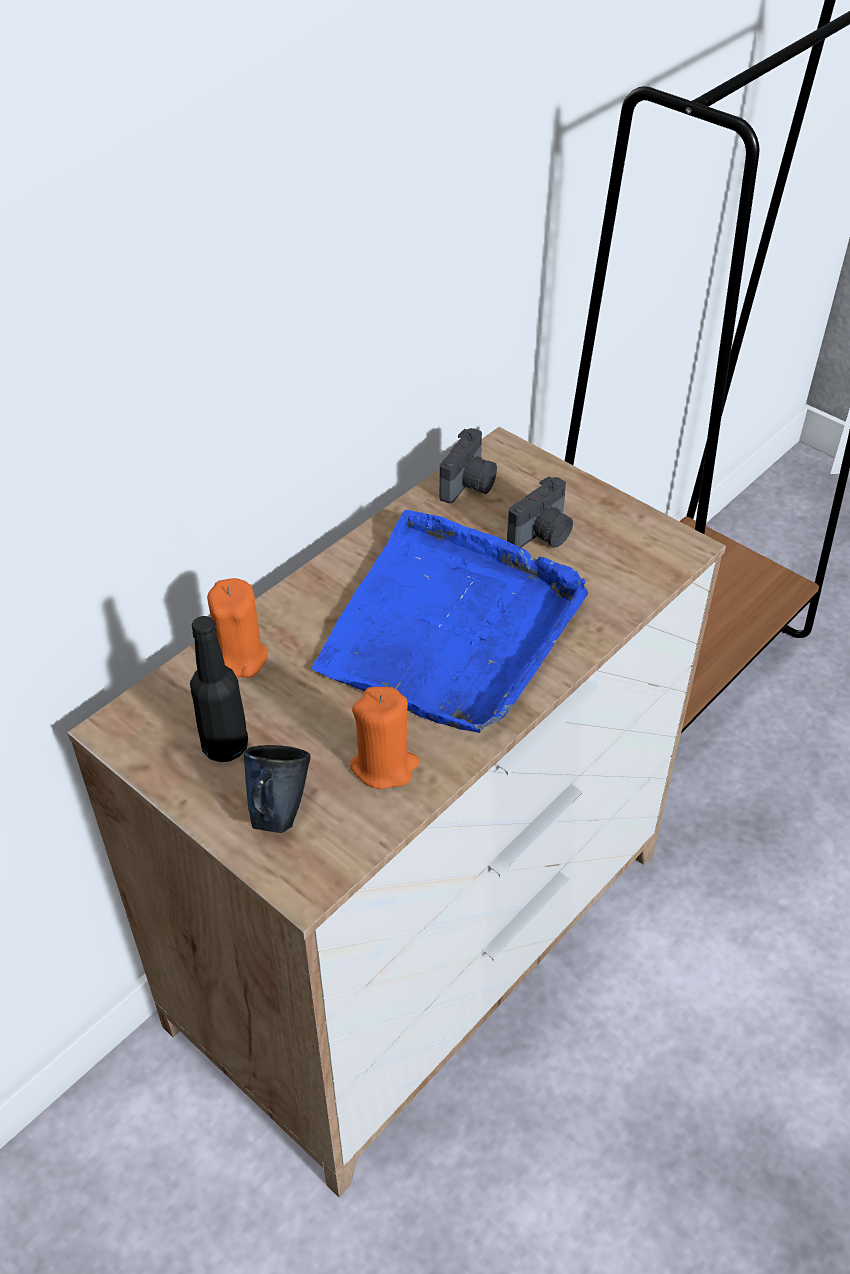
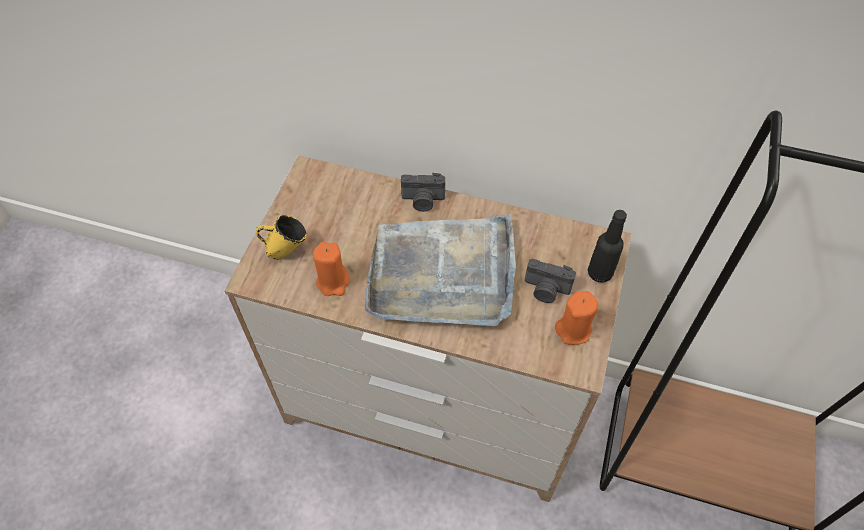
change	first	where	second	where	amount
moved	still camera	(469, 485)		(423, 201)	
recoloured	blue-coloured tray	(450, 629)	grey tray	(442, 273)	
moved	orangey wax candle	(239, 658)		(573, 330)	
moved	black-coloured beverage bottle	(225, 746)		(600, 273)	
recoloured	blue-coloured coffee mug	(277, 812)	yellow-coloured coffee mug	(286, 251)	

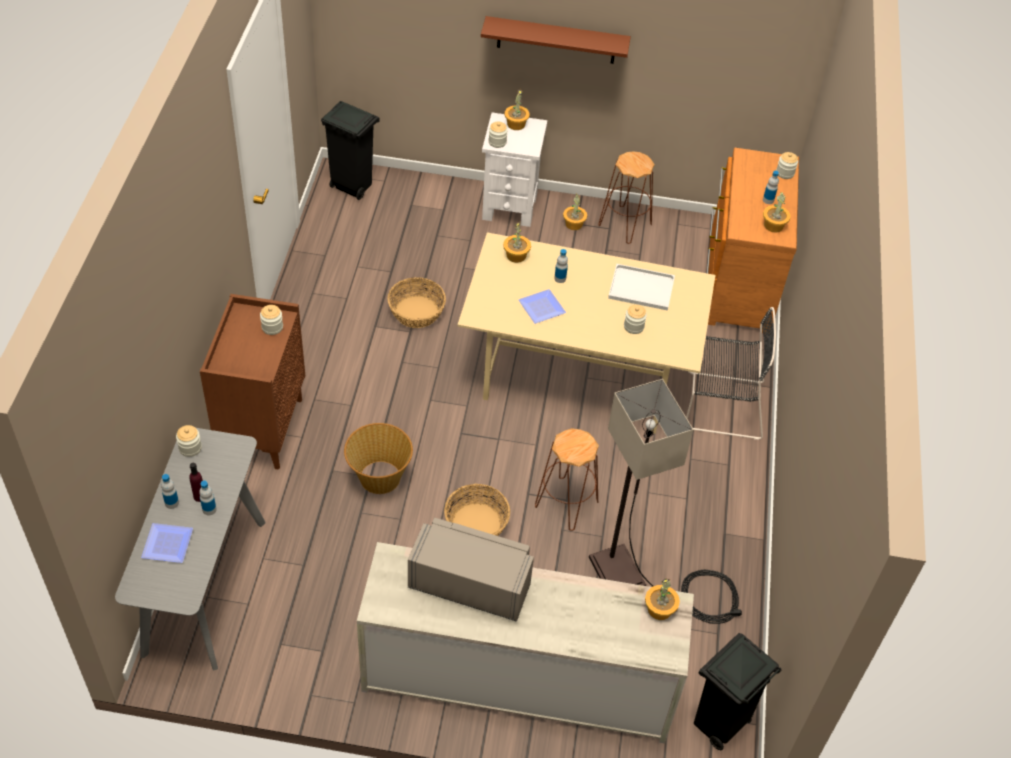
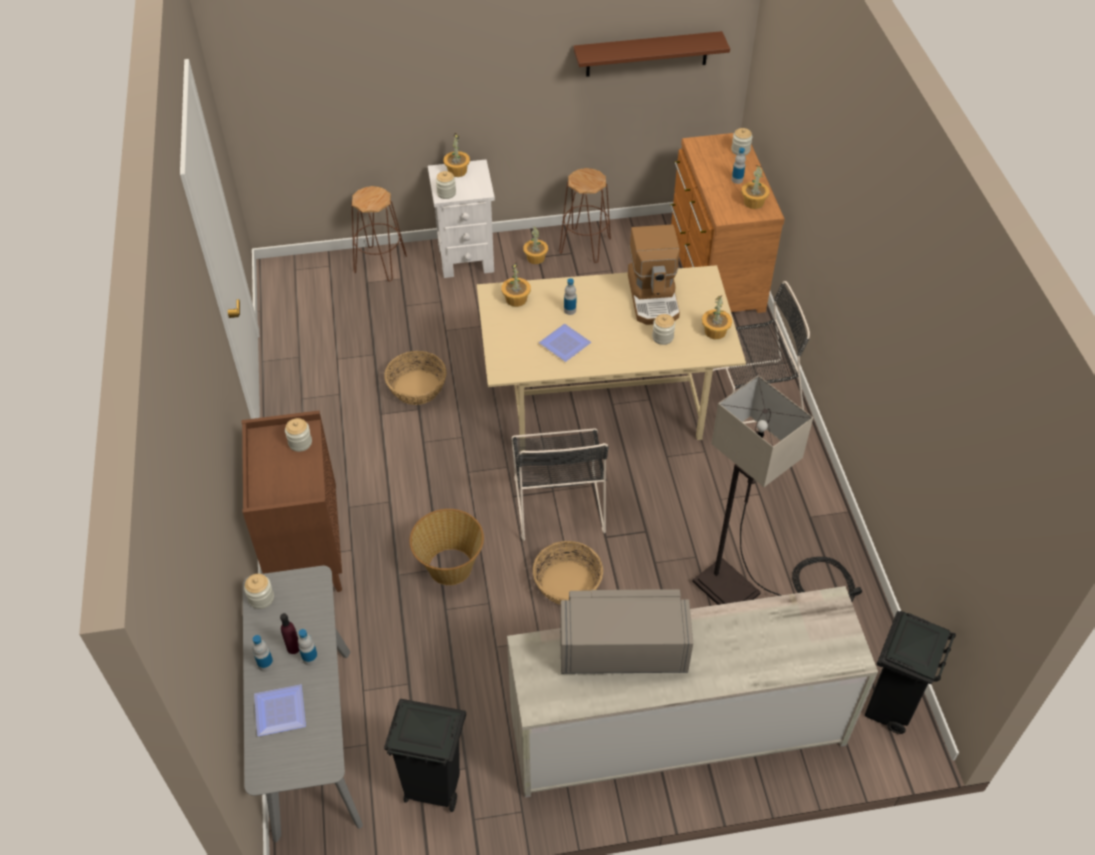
change	first	where	second	where	amount
moved	brown bracket shelf	(556, 40)		(647, 54)	
moved	black-coloured waste bin	(351, 187)		(433, 788)	
replaced	white tray	(642, 288)	coffee maker	(654, 297)	
moved	brown stool	(566, 504)		(380, 264)	
moved	plant in a pot	(660, 609)		(715, 331)	
added			black-coloured plain chair	(558, 500)	

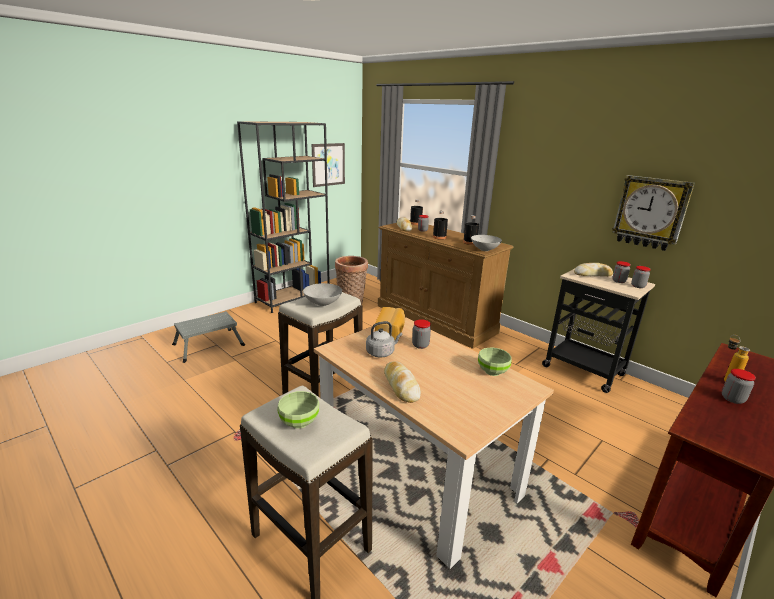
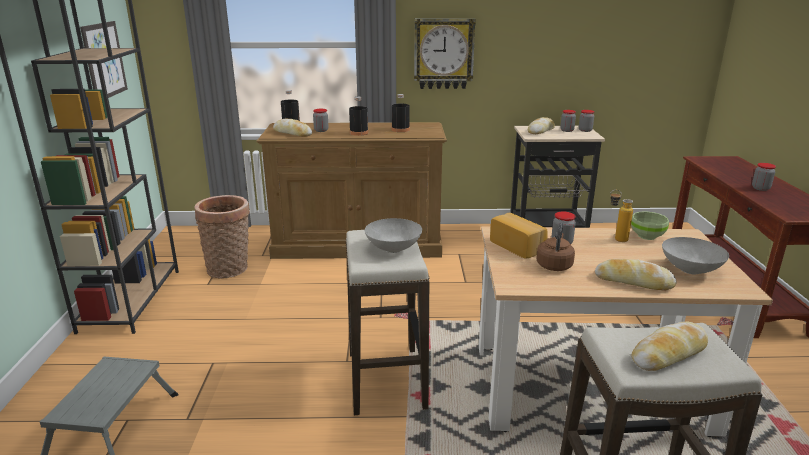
change	first	where	second	where	amount
moved	hanging clock	(650, 212)		(443, 54)	
moved	grey serving bowl	(484, 249)		(690, 270)	
recoloured	grey tea kettle	(381, 352)	brown tea kettle	(554, 265)	
moved	beverage bottle	(725, 379)		(615, 239)	
replaced	green serving bowl	(298, 422)	bread	(668, 354)	

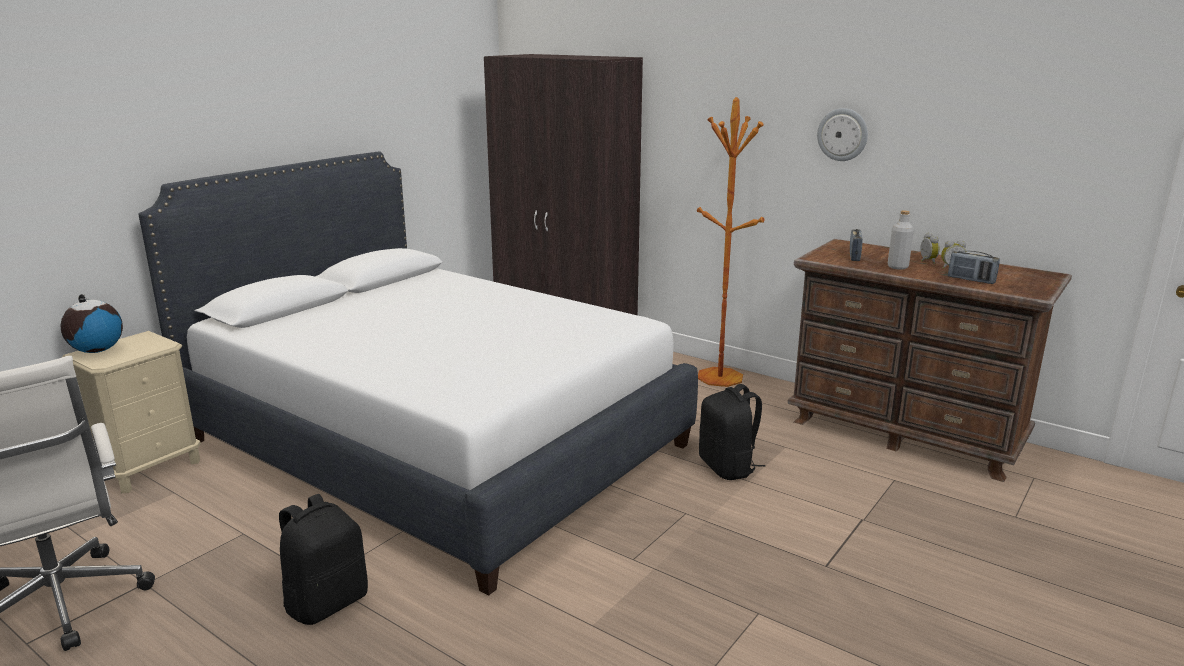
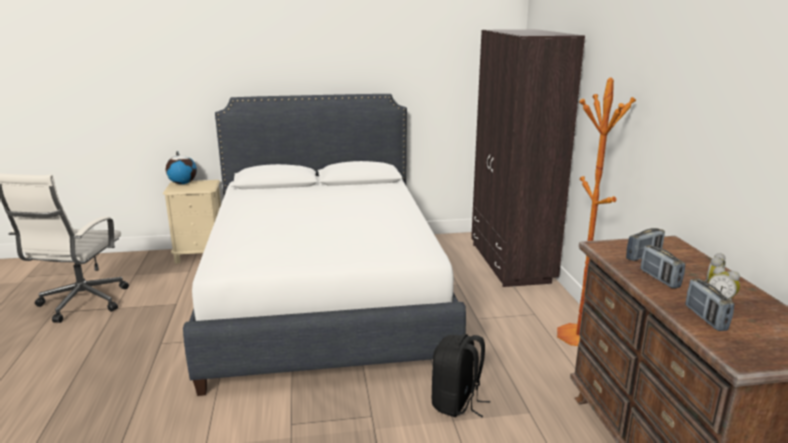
change	first	where	second	where	amount
removed	hanging clock	(842, 134)			
replaced	grey beverage bottle	(897, 267)	radio	(659, 279)	
removed	black-coloured backpack	(327, 602)			

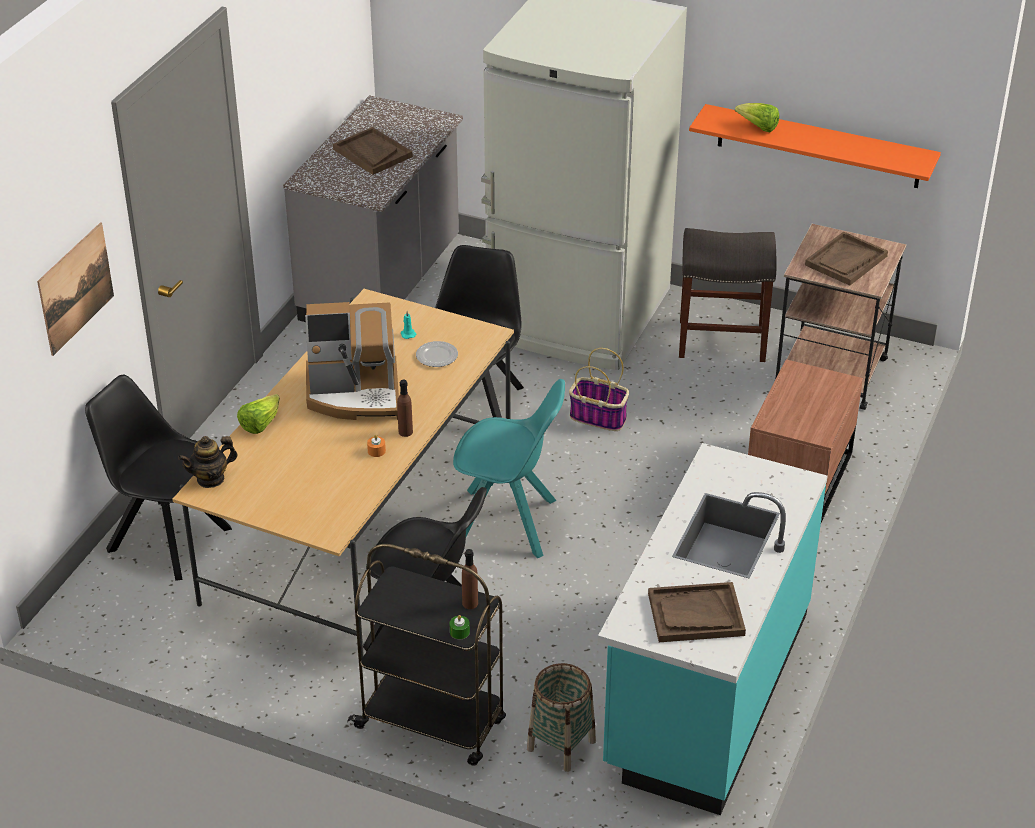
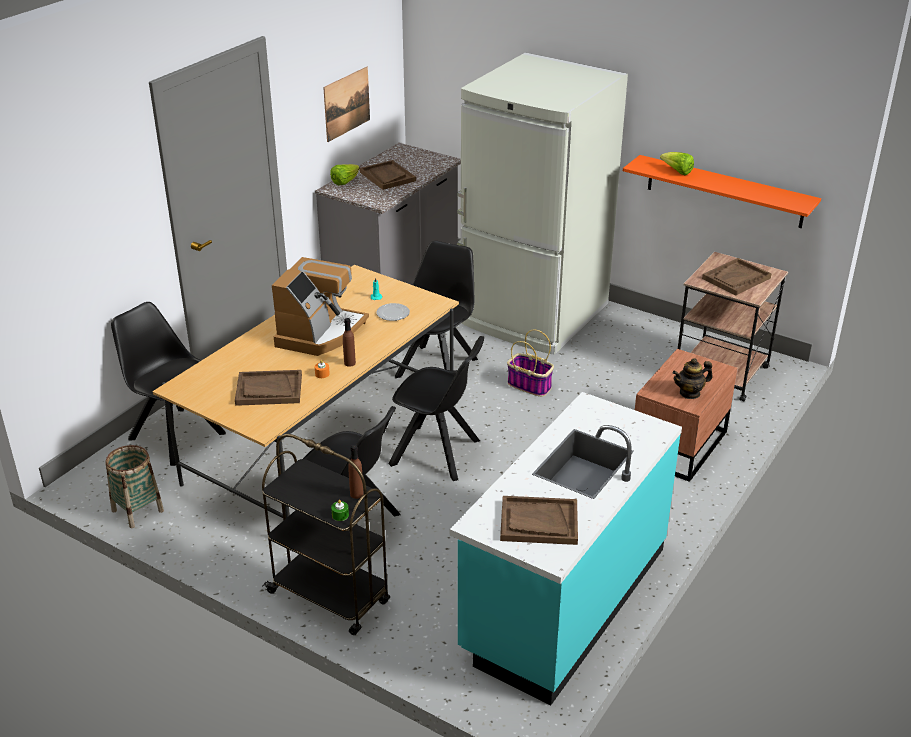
change	first	where	second	where	amount
moved	wall art	(76, 288)		(347, 103)	
removed	grey stool	(720, 341)			
turned	coffee maker	(355, 394)		(320, 333)	75 degrees counterclockwise
recoloured	turquoise plain chair	(508, 524)	black-coloured plain chair	(437, 453)	
moved	lettuce head	(260, 424)		(345, 182)	
moved	tea pot	(210, 479)		(690, 393)	
moved	storage basket	(561, 745)		(137, 510)	
added			brown tray	(269, 390)	

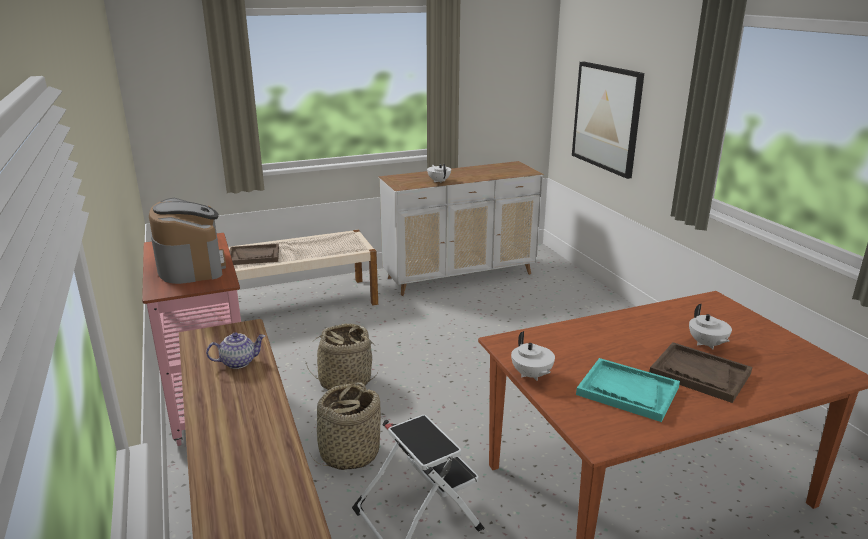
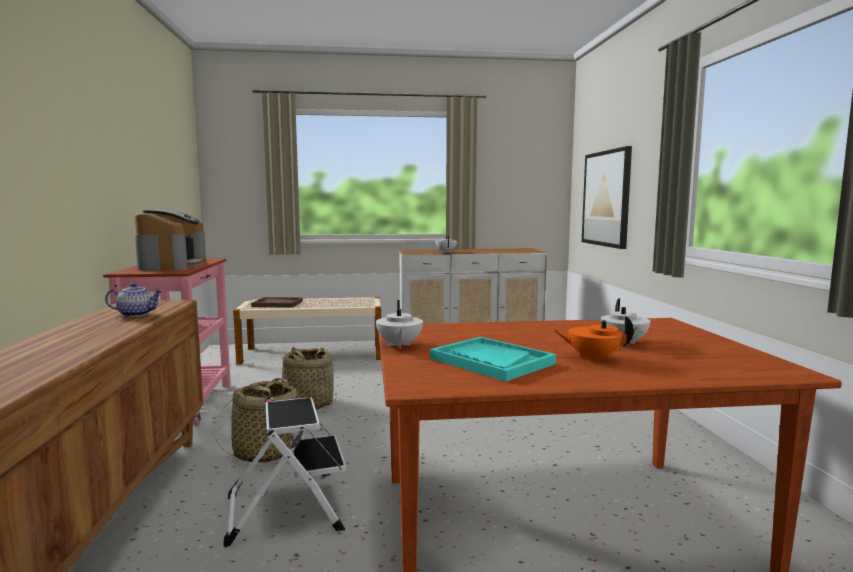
change	first	where	second	where	amount
replaced	brown tray	(699, 374)	orangey tea pot	(592, 358)	

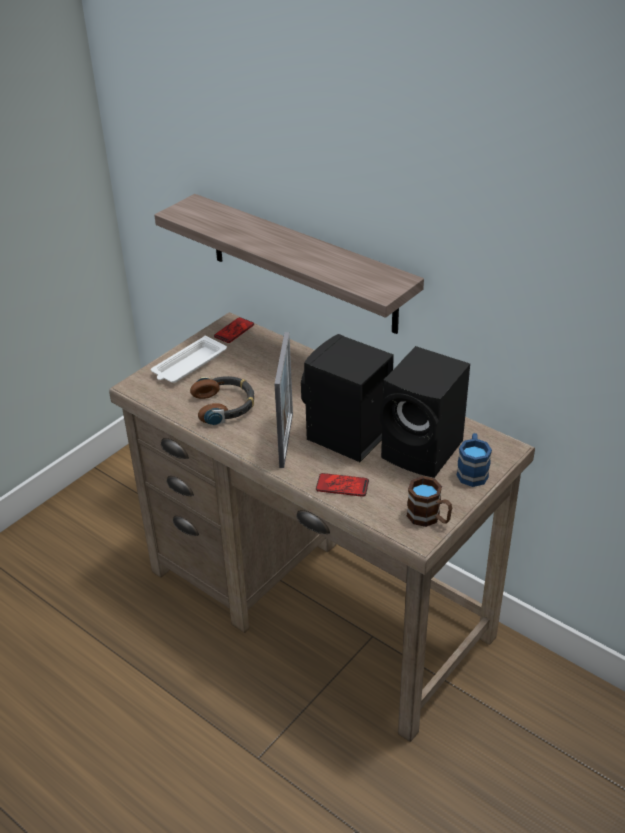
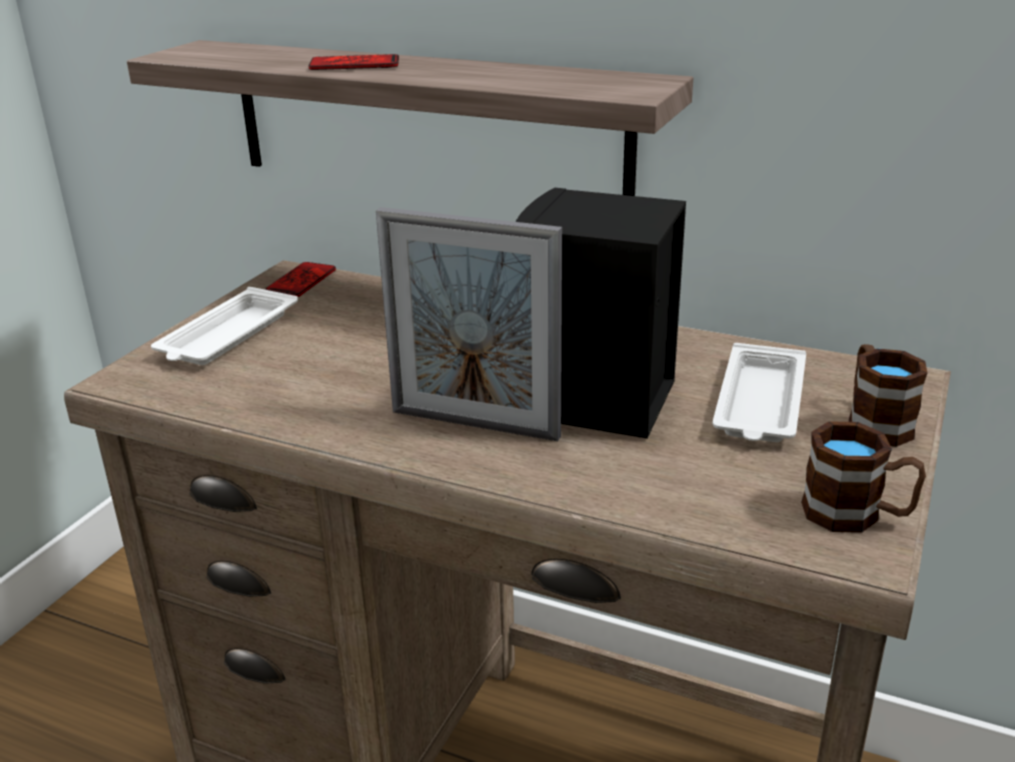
change	first	where	second	where	amount
turned	photo frame	(286, 440)		(474, 424)	120 degrees clockwise
replaced	black-coloured loudspeaker	(424, 451)	white tray	(759, 404)	
removed	headset	(224, 405)			
recoloured	blue-coloured coffee mug	(472, 471)	brown coffee mug	(874, 421)	
moved	handset	(342, 486)		(354, 65)	

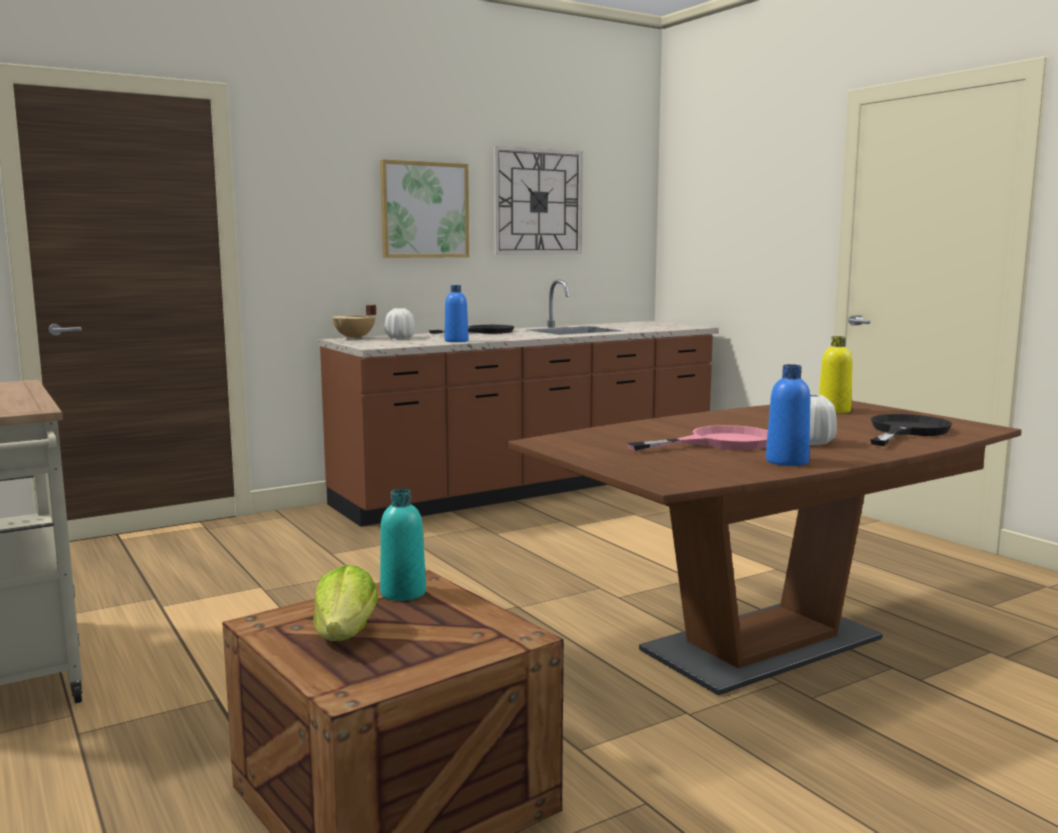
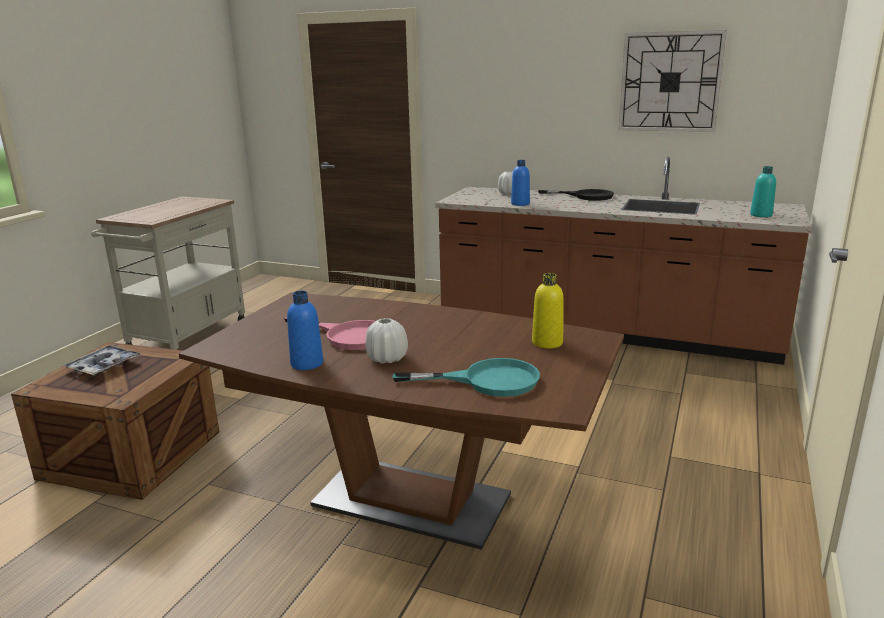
change	first	where	second	where	amount
removed	wall art	(424, 210)			
removed	sand-coloured stockpot	(355, 338)			
recoloured	black-coloured frying pan	(905, 431)	turquoise frying pan	(487, 380)	
moved	turquoise beverage bottle	(403, 593)		(761, 215)	
replaced	lettuce head	(346, 634)	tray	(103, 366)	

